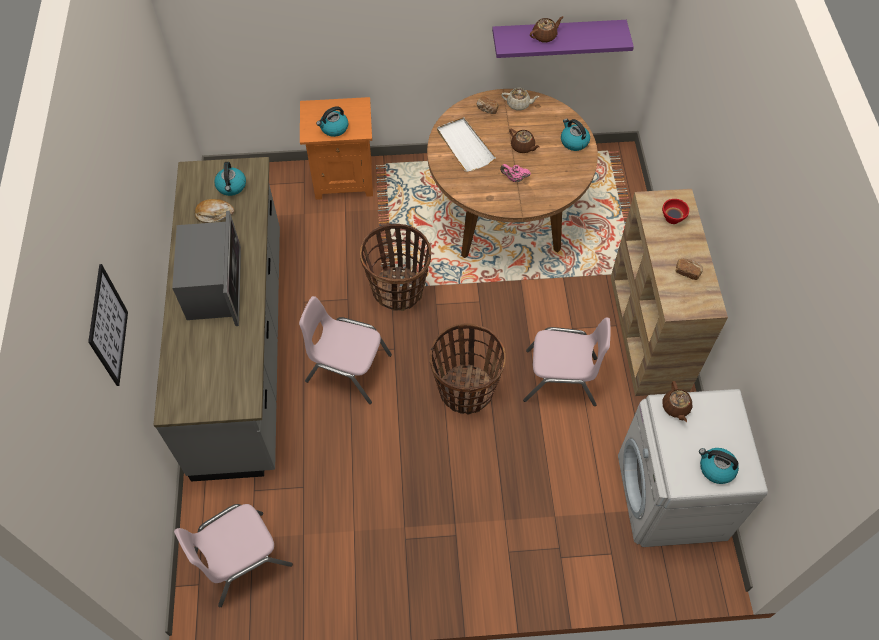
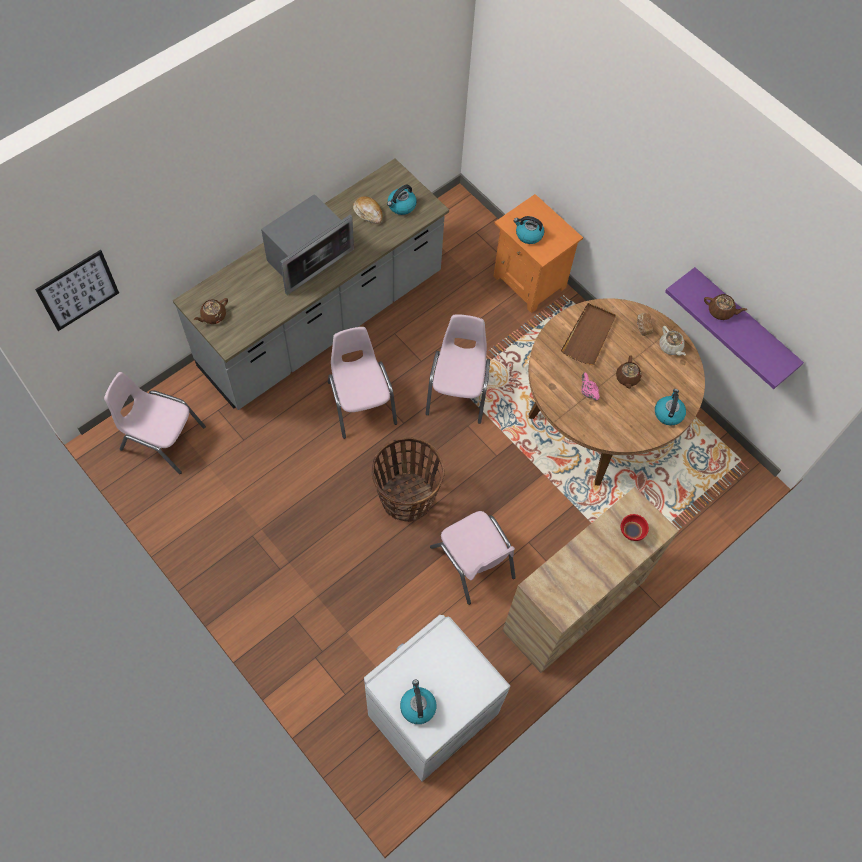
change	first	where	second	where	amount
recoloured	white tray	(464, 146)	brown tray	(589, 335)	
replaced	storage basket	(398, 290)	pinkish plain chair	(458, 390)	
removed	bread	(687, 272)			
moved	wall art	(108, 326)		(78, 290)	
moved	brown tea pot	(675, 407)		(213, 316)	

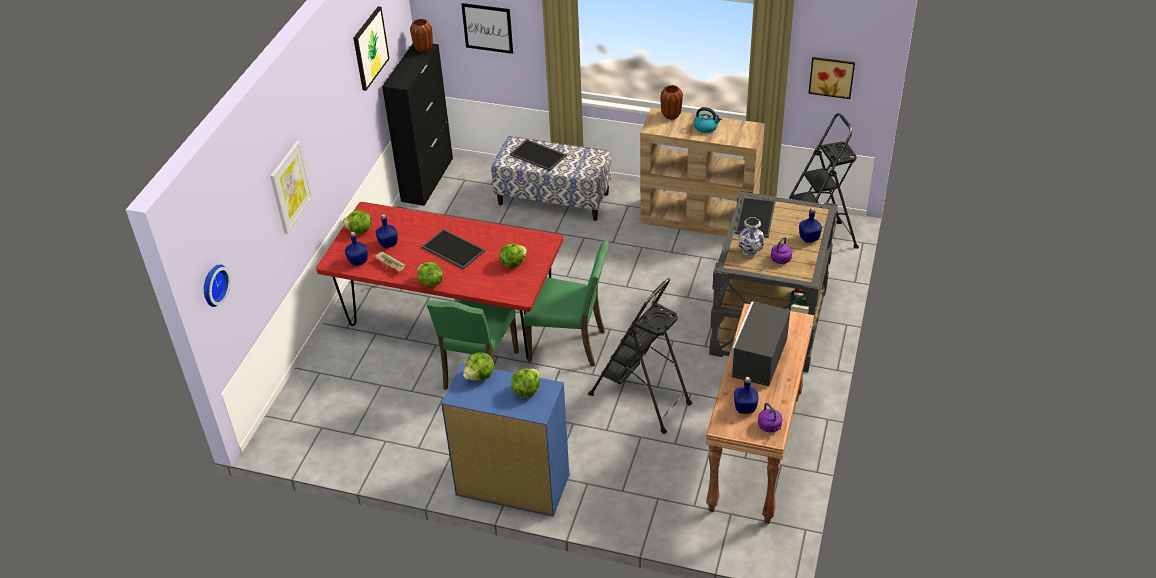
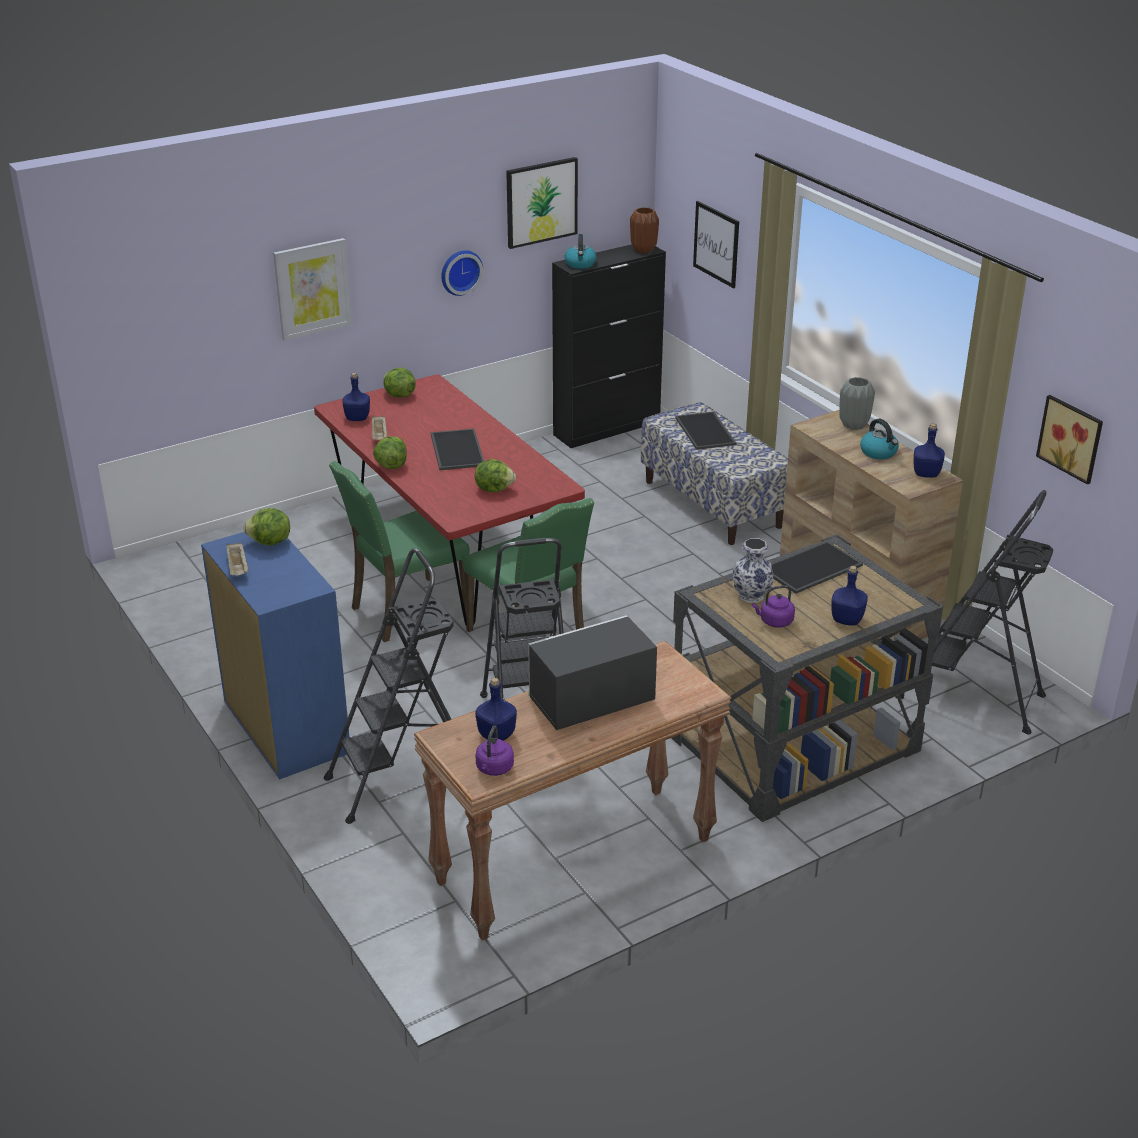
change	first	where	second	where	amount
recoloured	brown flower vase	(671, 115)	grey flower vase	(853, 425)	
moved	blue-coloured beverage bottle	(388, 244)		(925, 473)	
moved	hanging clock	(213, 284)		(460, 271)	
removed	lettuce head	(526, 391)			
added			tea kettle	(580, 264)	
added			sand-coloured tray	(238, 568)	
added			stepladder	(406, 779)	

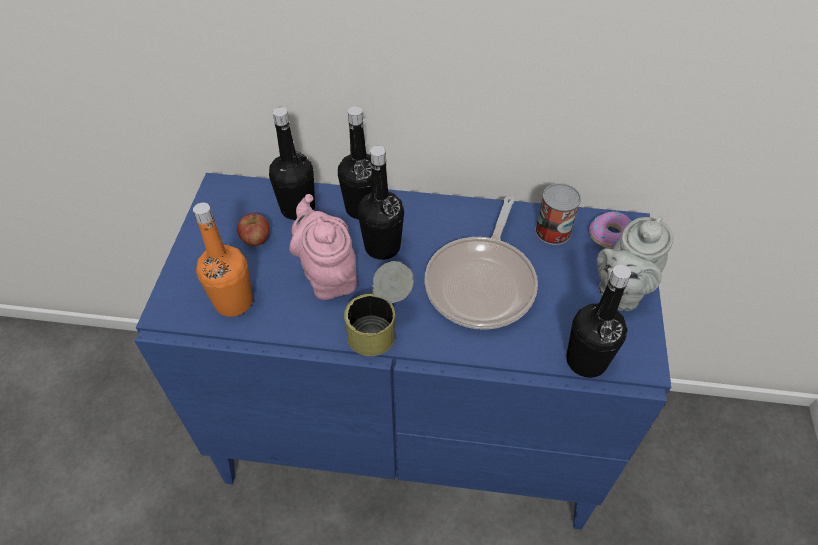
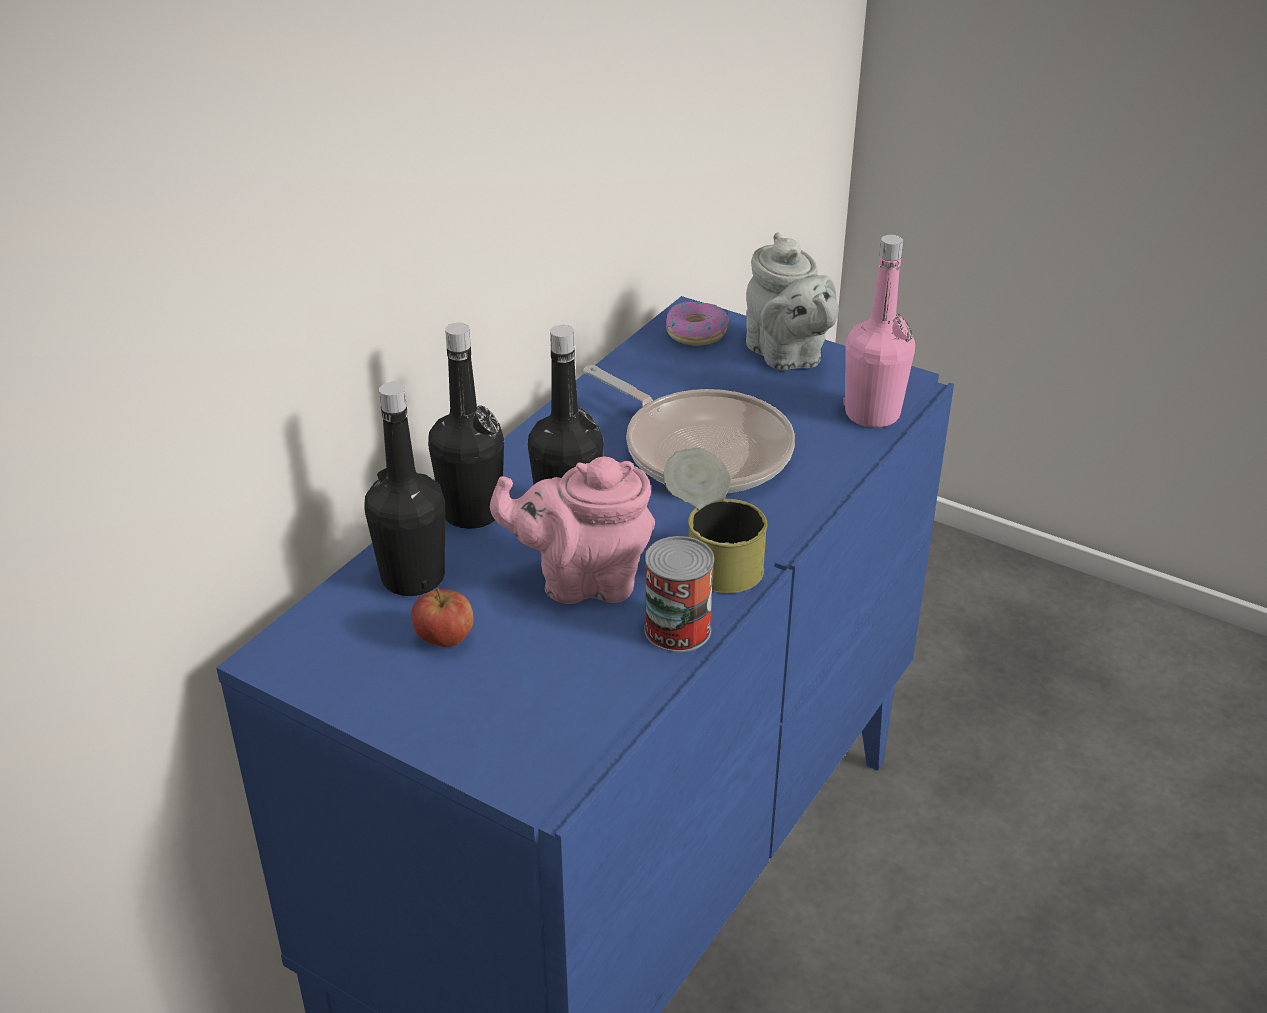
change	first	where	second	where	amount
moved	metal can	(553, 231)		(677, 629)	
removed	orangey beverage bottle	(234, 302)			
recoloured	black-coloured beverage bottle	(586, 361)	pinkish beverage bottle	(872, 414)	

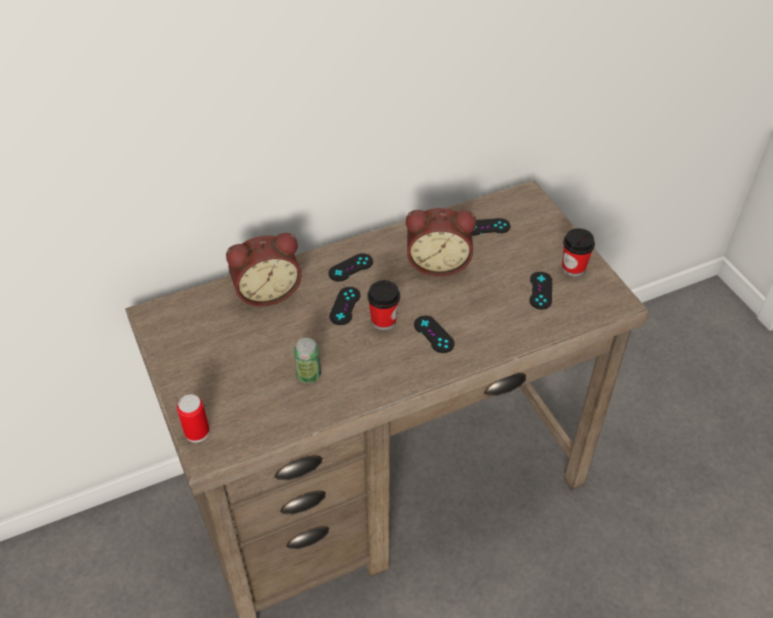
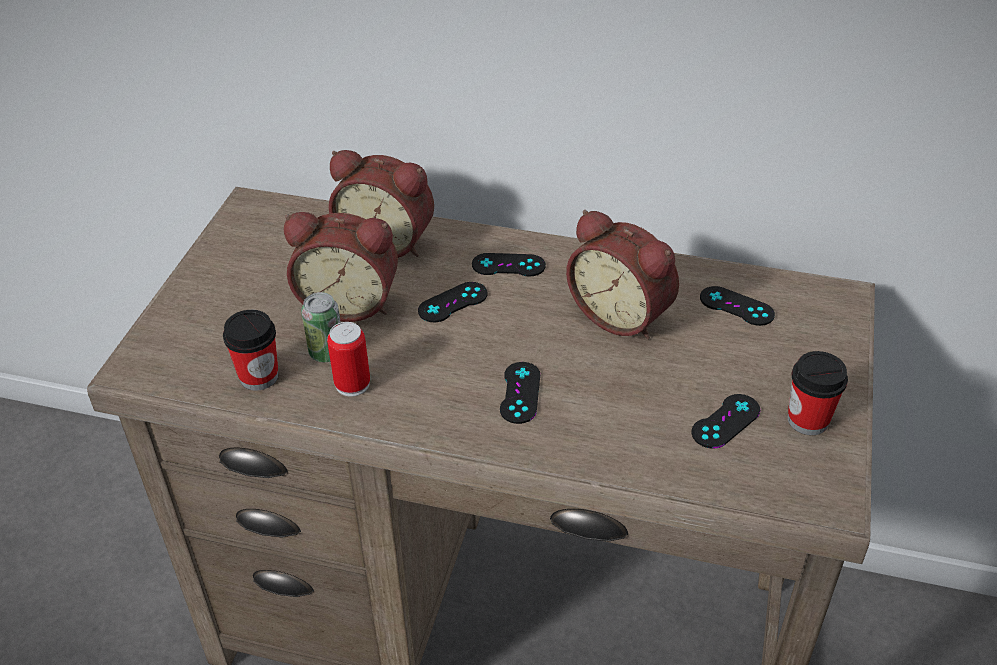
change	first	where	second	where	amount
moved	small cup	(383, 321)		(259, 376)	
moved	metal can	(197, 432)		(352, 384)	
added			table clock	(349, 302)	

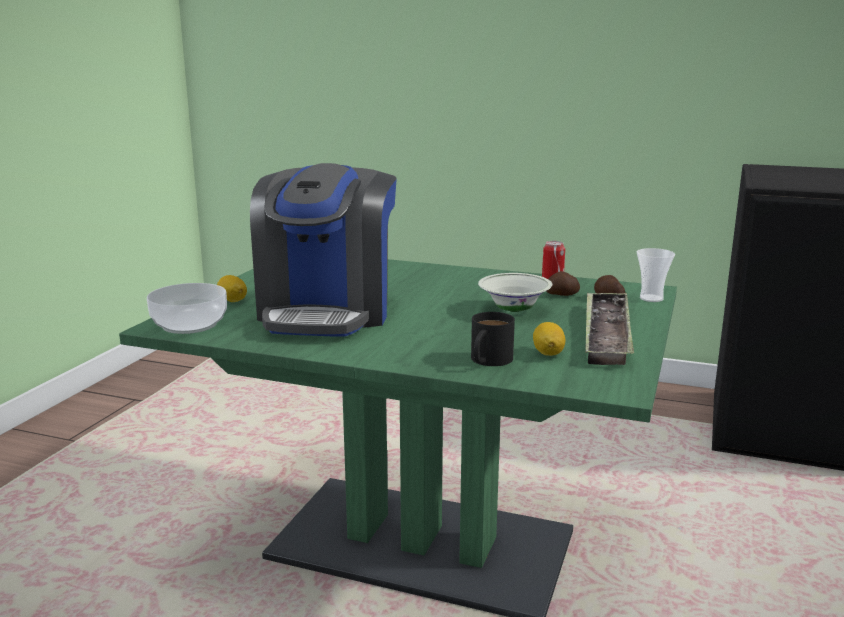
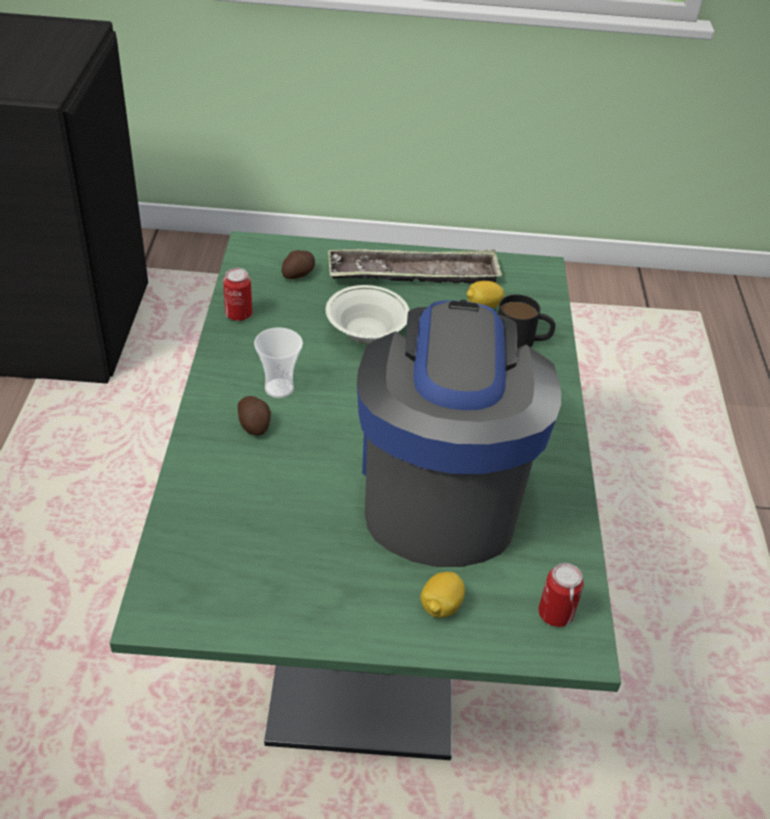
change	first	where	second	where	amount
turned	coffee maker	(327, 312)		(441, 488)	75 degrees counterclockwise
moved	small cup	(651, 298)		(279, 388)	
moved	spud	(562, 295)		(254, 424)	
replaced	serving bowl	(188, 325)	metal can	(555, 614)	

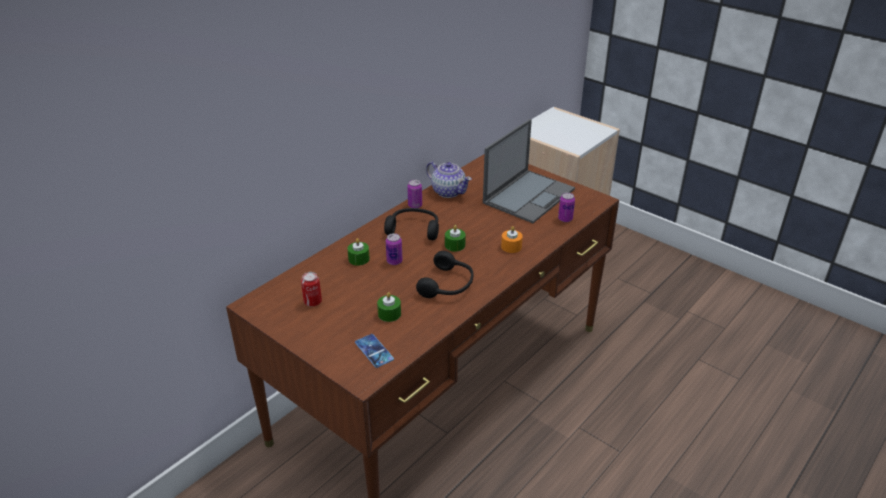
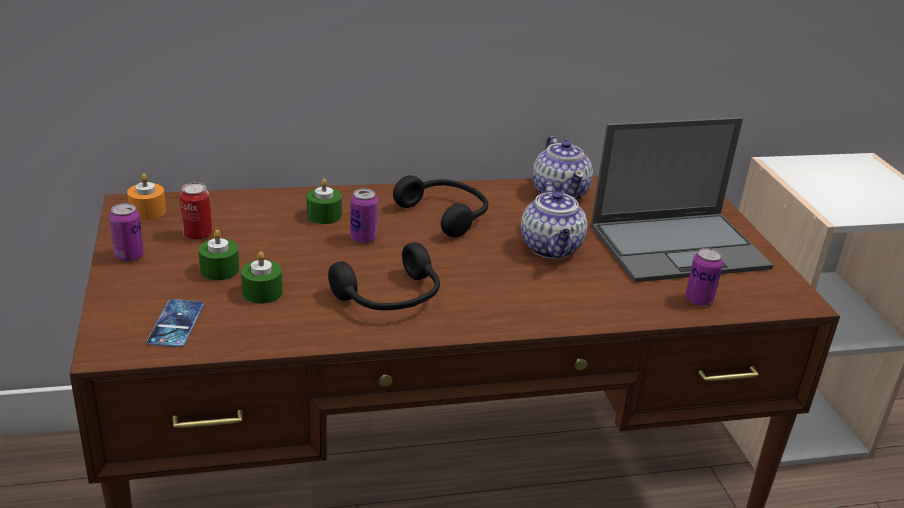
change	first	where	second	where	amount
moved	metal can	(415, 205)		(129, 256)	
moved	green wax candle	(455, 245)		(219, 270)	
moved	orangey wax candle	(511, 246)		(148, 211)	
added			tea pot	(552, 249)	

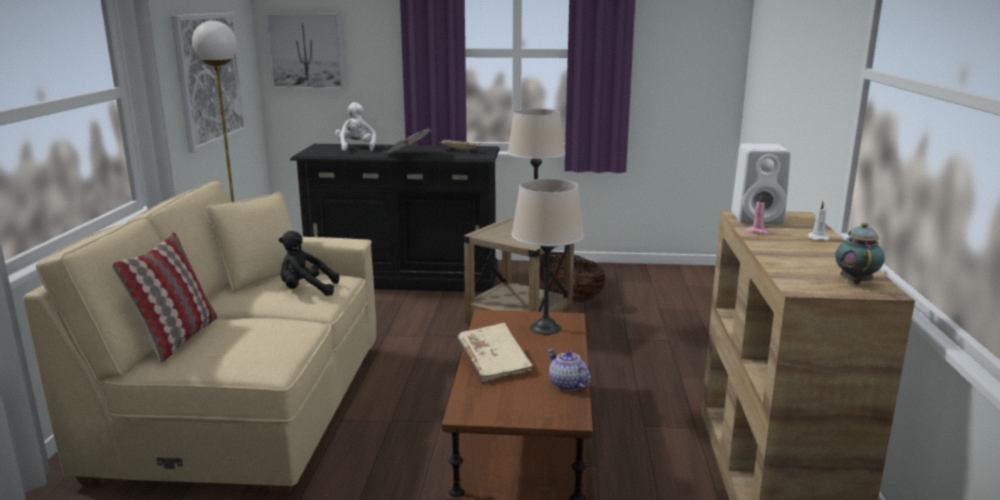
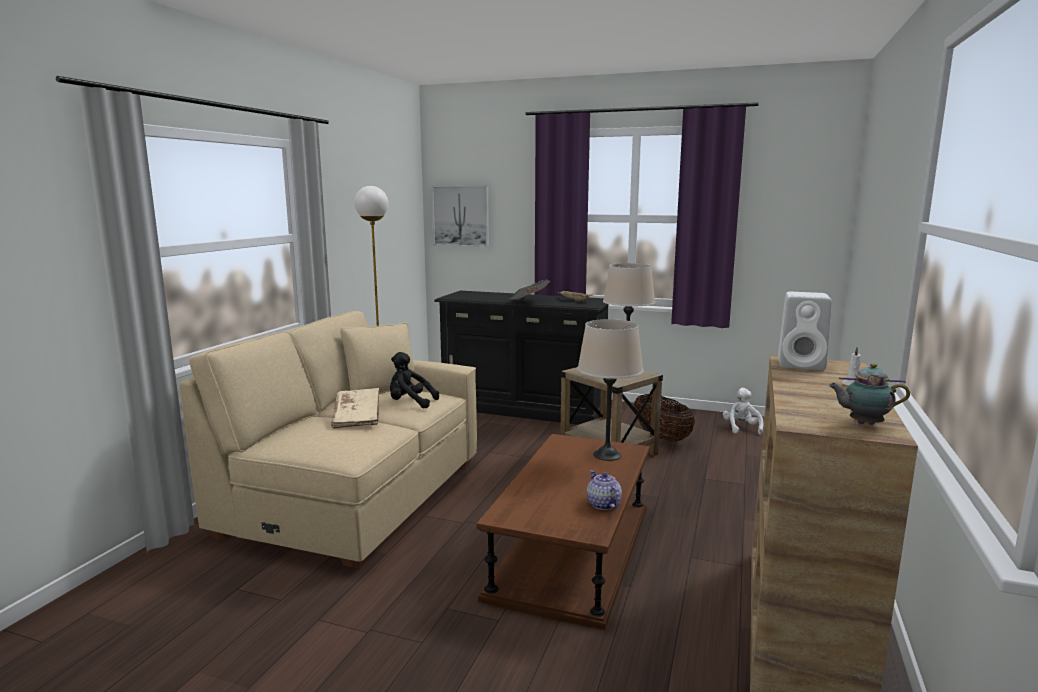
change	first	where	second	where	amount
removed	wall art	(209, 79)			
moved	white cuddly toy	(356, 148)		(741, 428)	
removed	pinkish wax candle	(756, 232)			
turned	tea pot	(855, 281)		(863, 424)	105 degrees counterclockwise
removed	cushion	(177, 339)			
moved	sand-coloured book	(494, 364)		(357, 418)	

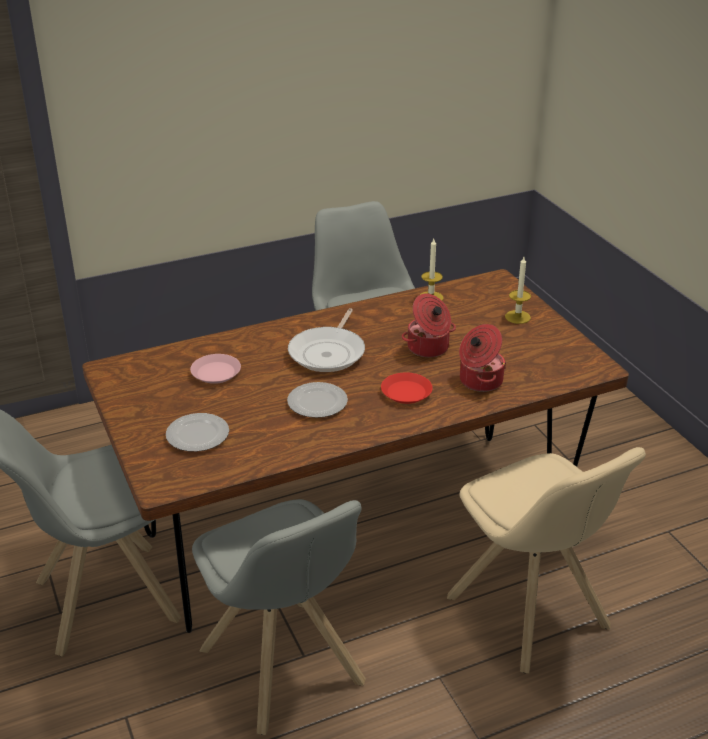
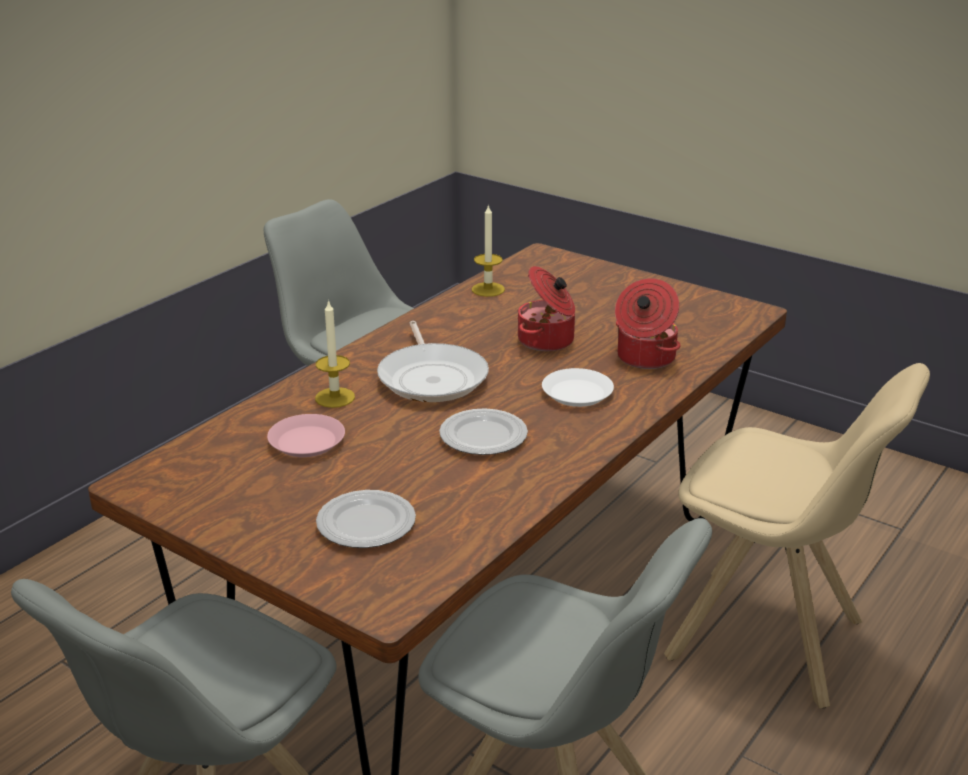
change	first	where	second	where	amount
moved	wax candle	(517, 317)		(335, 397)	
recoloured	red-coloured dinner plate	(406, 392)	white dinner plate	(576, 393)	

